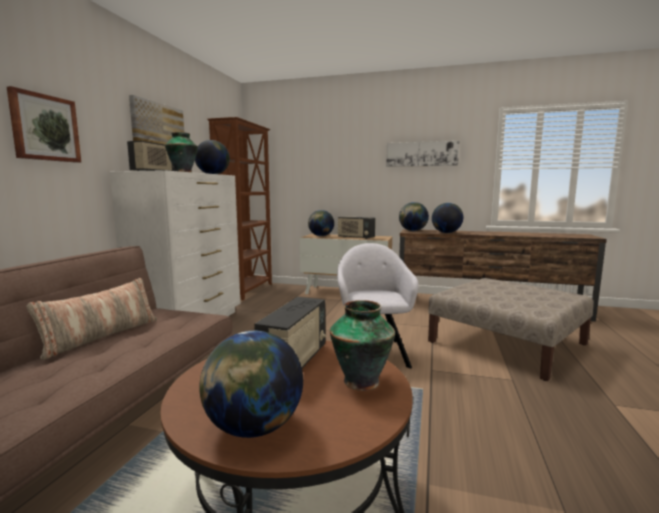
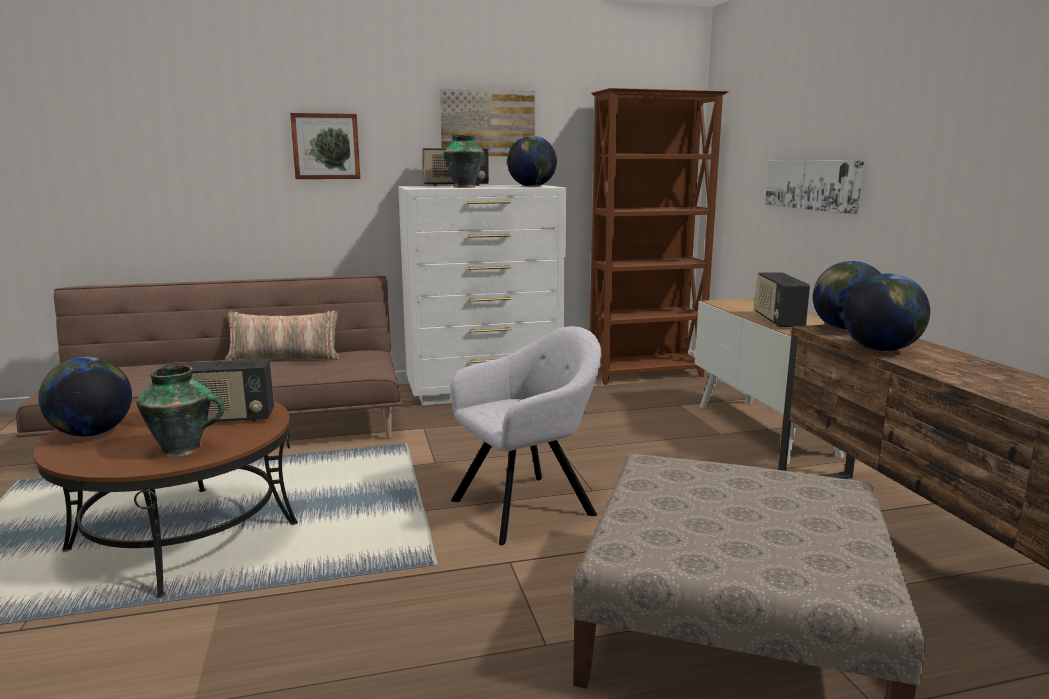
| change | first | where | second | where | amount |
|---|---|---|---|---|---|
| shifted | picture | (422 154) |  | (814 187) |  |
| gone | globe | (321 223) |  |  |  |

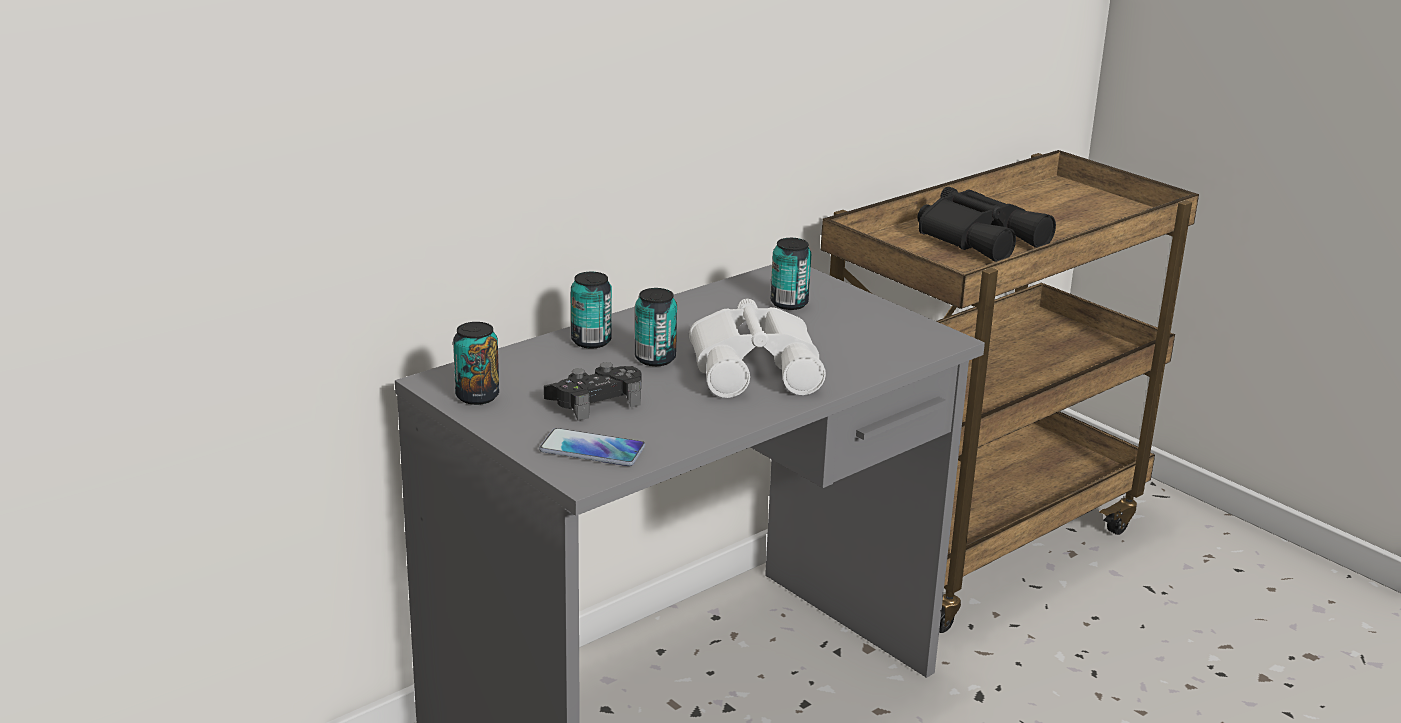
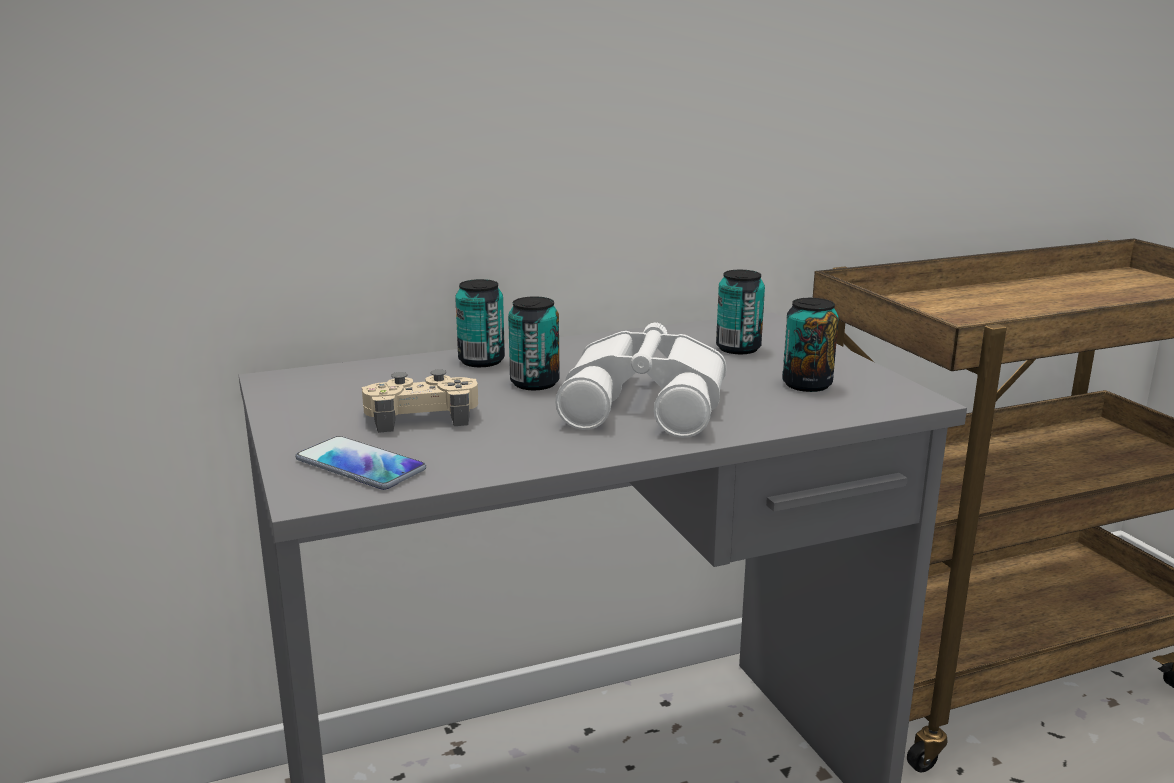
| change | first | where | second | where | amount |
|---|---|---|---|---|---|
| repainted | black game controller | (592 391) | beige game controller | (420 401) |  |
| shifted | can | (476 363) |  | (810 345) |  |
| gone | black binoculars | (986 224) |  |  |  |

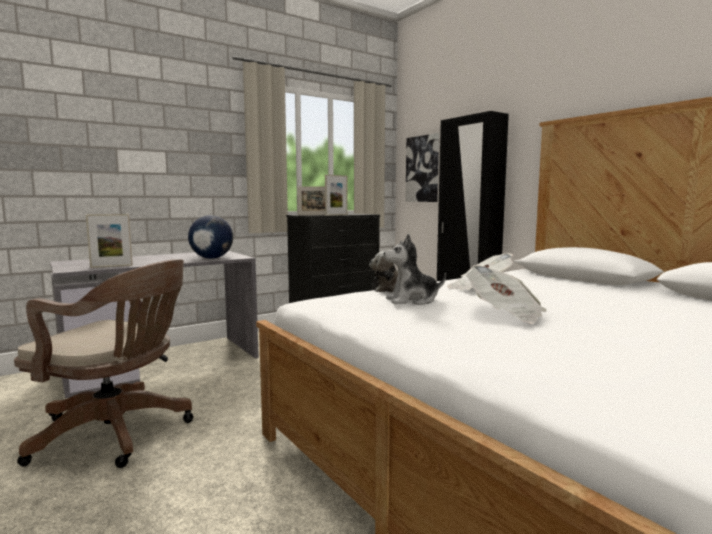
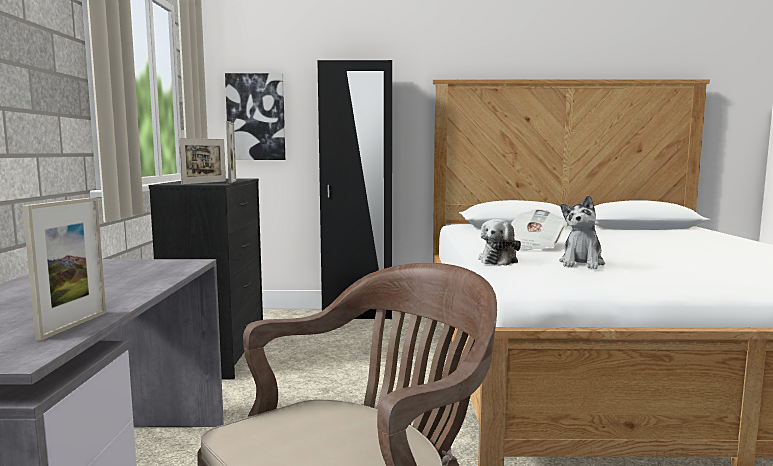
| change | first | where | second | where | amount |
|---|---|---|---|---|---|
| gone | globe | (210 237) |  |  |  |
| gone | newspaper | (506 294) |  |  |  |

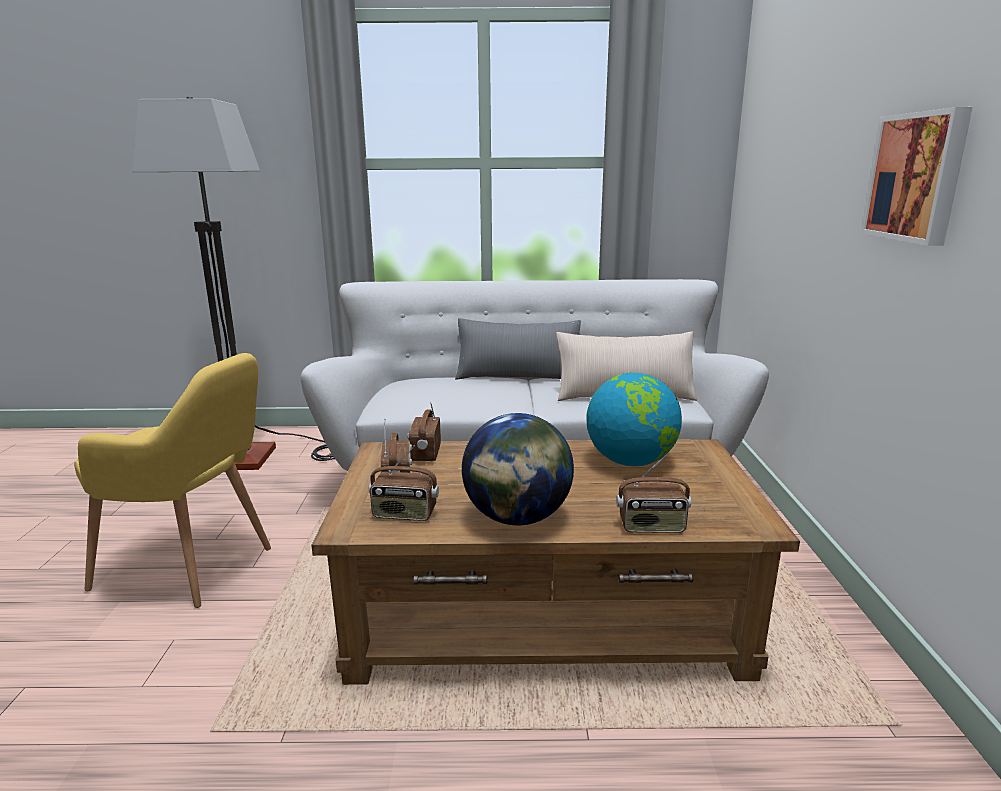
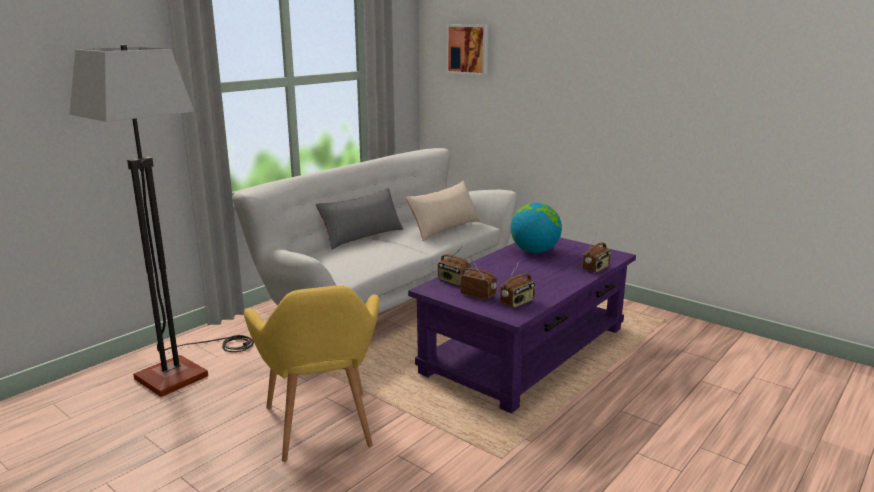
| change | first | where | second | where | amount |
|---|---|---|---|---|---|
| rotated | yellow armchair | (172 480) |  | (311 374) | 105 degrees clockwise |
| repainted | brown coffee table | (555 562) | purple coffee table | (522 325) |  |
| shifted | picture | (917 176) |  | (467 50) |  |
| gone | globe | (518 469) |  |  |  |

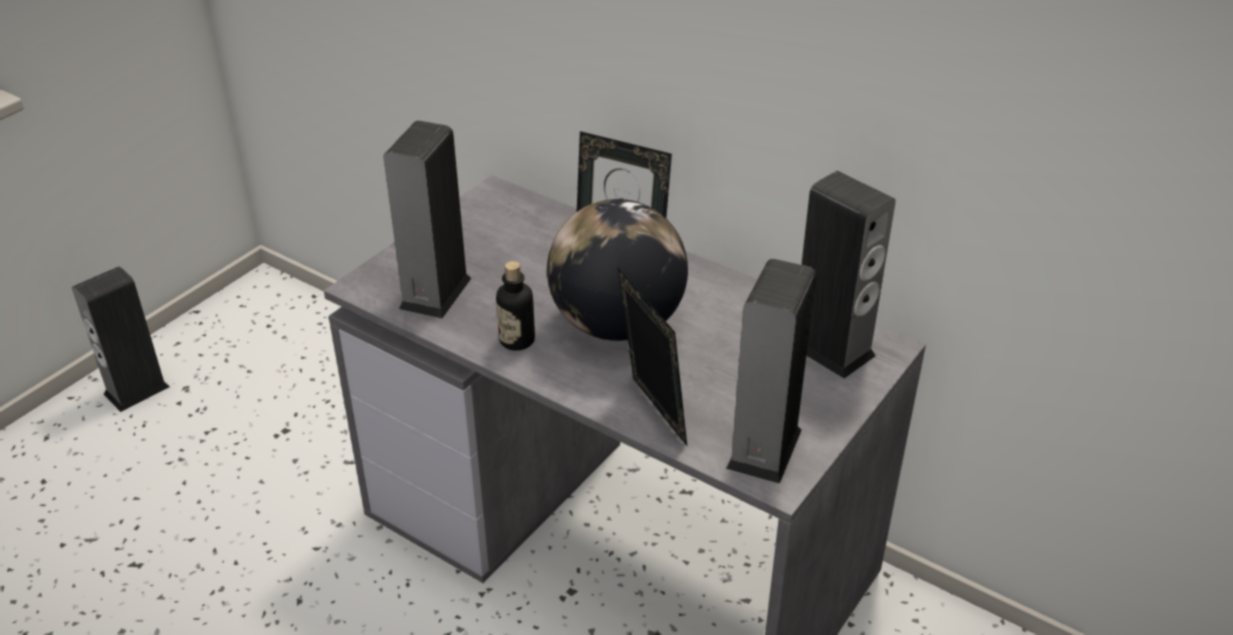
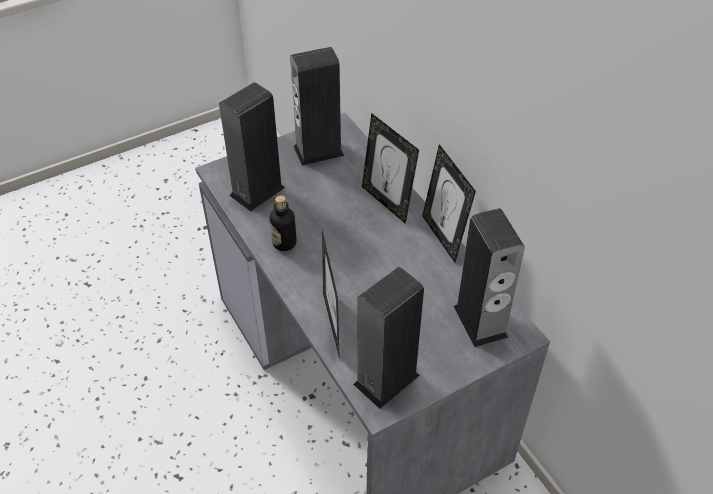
| change | first | where | second | where | amount |
|---|---|---|---|---|---|
| shifted | speaker | (121 339) |  | (317 106) |  |
| new |  |  | picture frame | (449 203) |  |
| gone | globe | (617 270) |  |  |  |

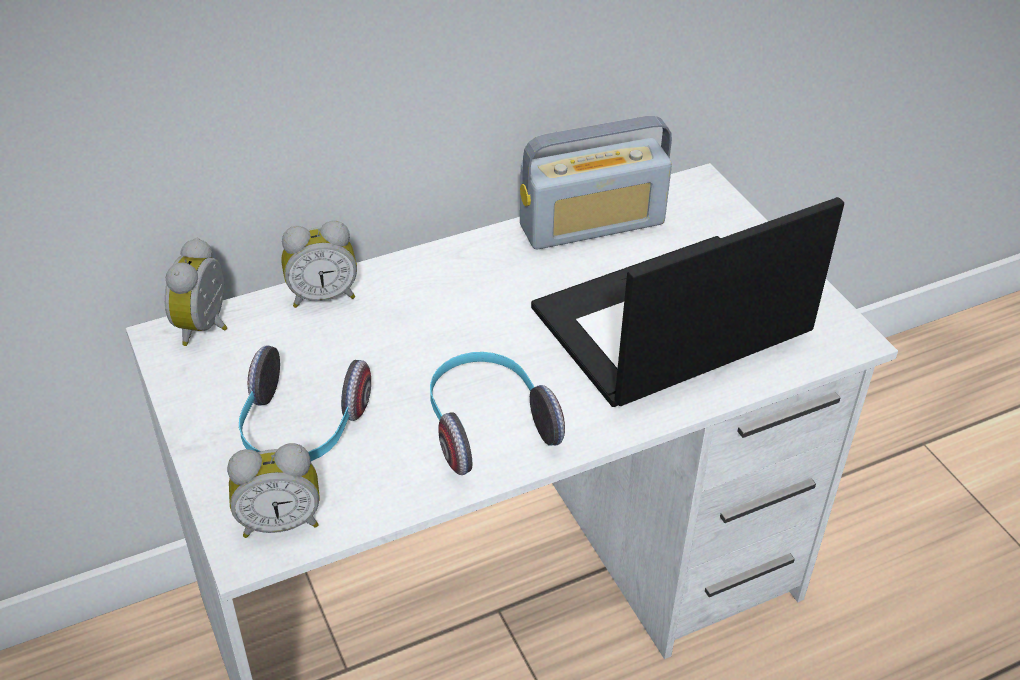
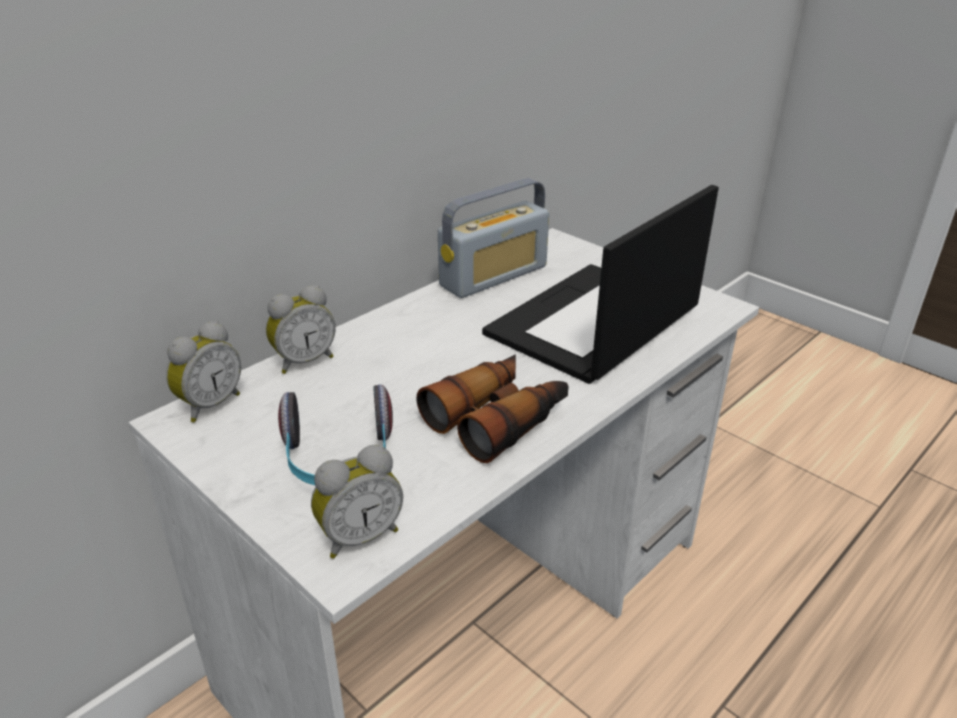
| change | first | where | second | where | amount |
|---|---|---|---|---|---|
| rotated | alarm clock | (196 292) |  | (203 371) | 135 degrees counterclockwise |
| swapped | headphones | (497 413) | binoculars | (492 408) |  |

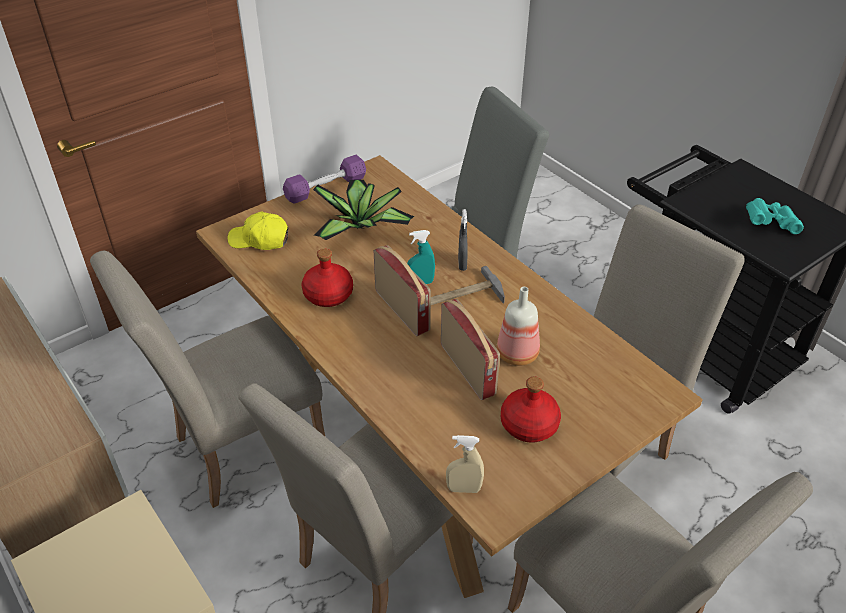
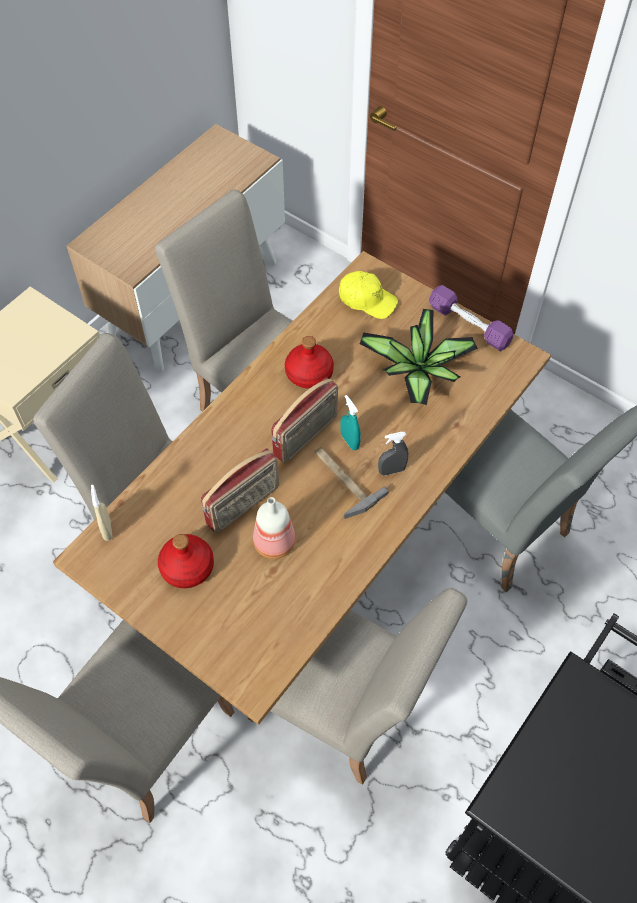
| change | first | where | second | where | amount |
|---|---|---|---|---|---|
| rotated | yellow cap | (258 231) |  | (368 295) | 120 degrees clockwise |
| gone | turquoise binoculars | (775 216) |  |  |  |

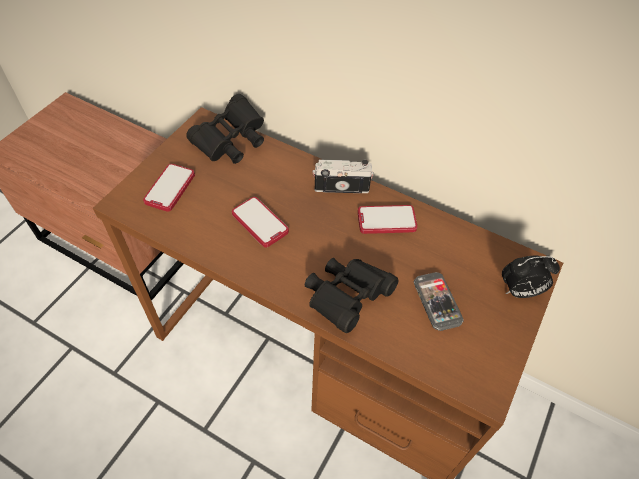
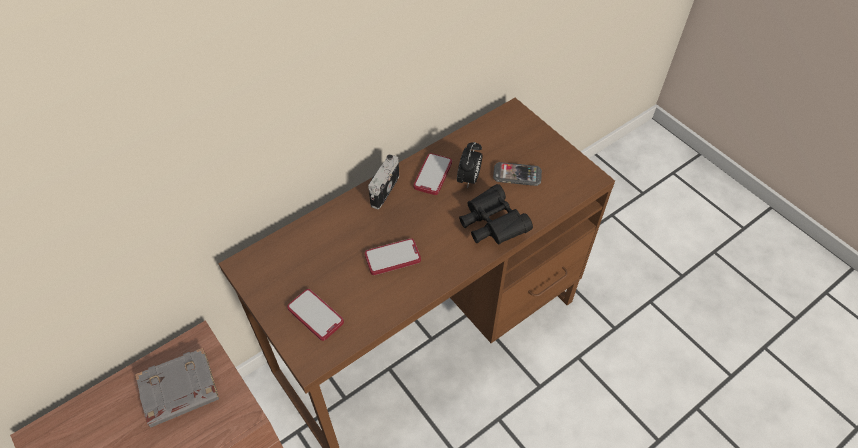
| change | first | where | second | where | amount |
|---|---|---|---|---|---|
| new |  |  | grey book | (177 388) |  |
| shifted | alarm clock | (531 277) |  | (469 165) |  |
| gone | black binoculars | (225 129) |  |  |  |

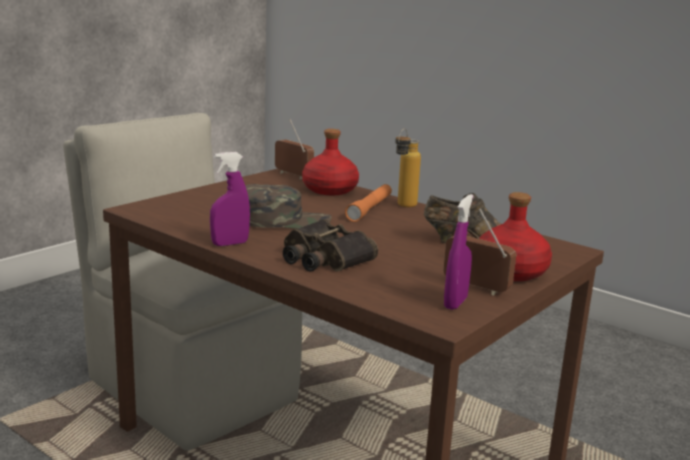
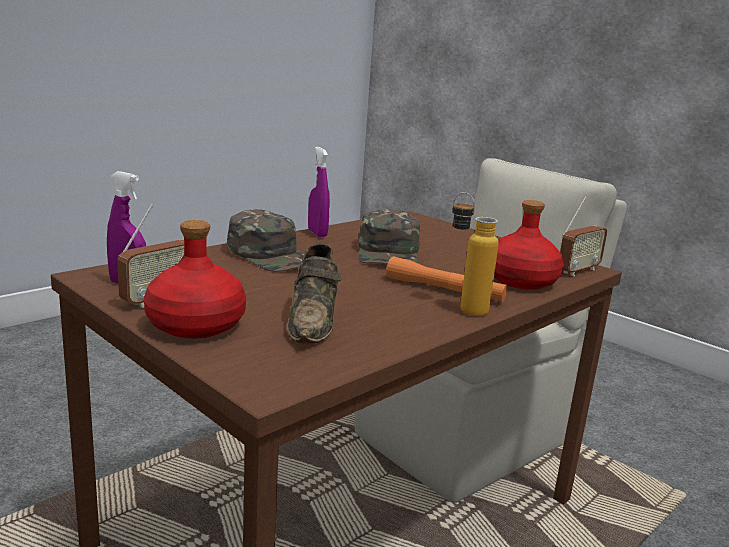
| change | first | where | second | where | amount |
|---|---|---|---|---|---|
| swapped | binoculars | (330 245) | green cap | (265 240) |  |

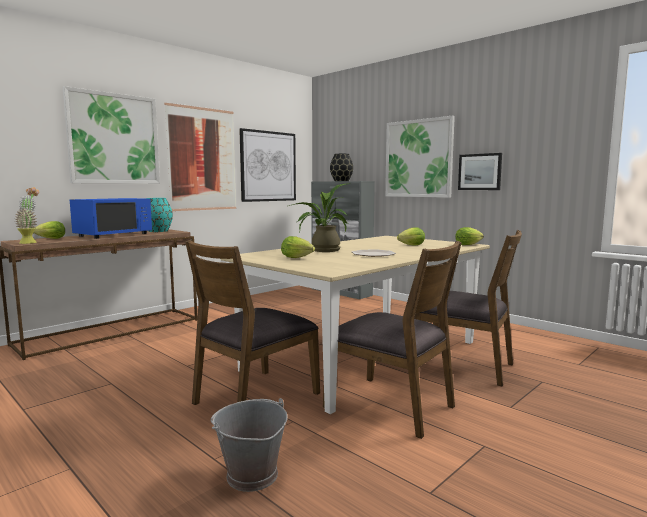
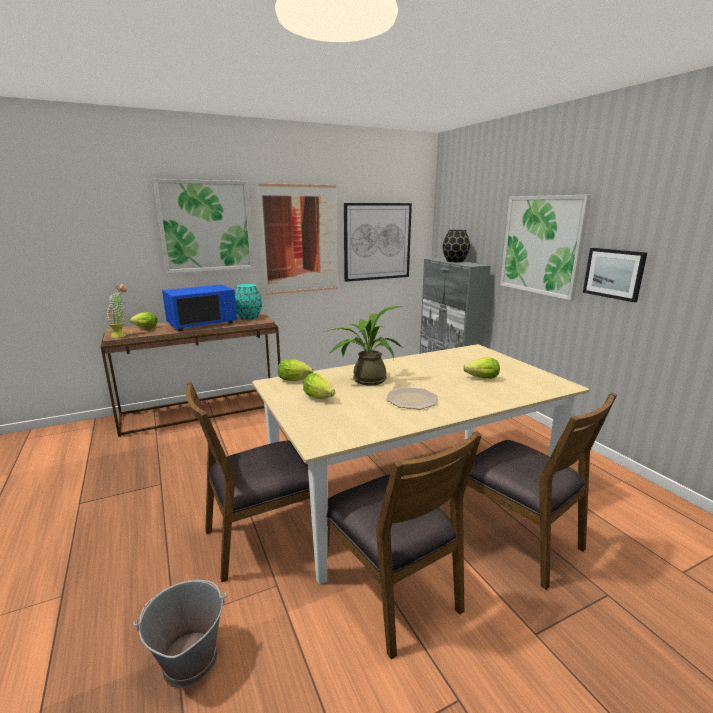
| change | first | where | second | where | amount |
|---|---|---|---|---|---|
| shifted | lettuce | (469 236) |  | (295 370) |  |

